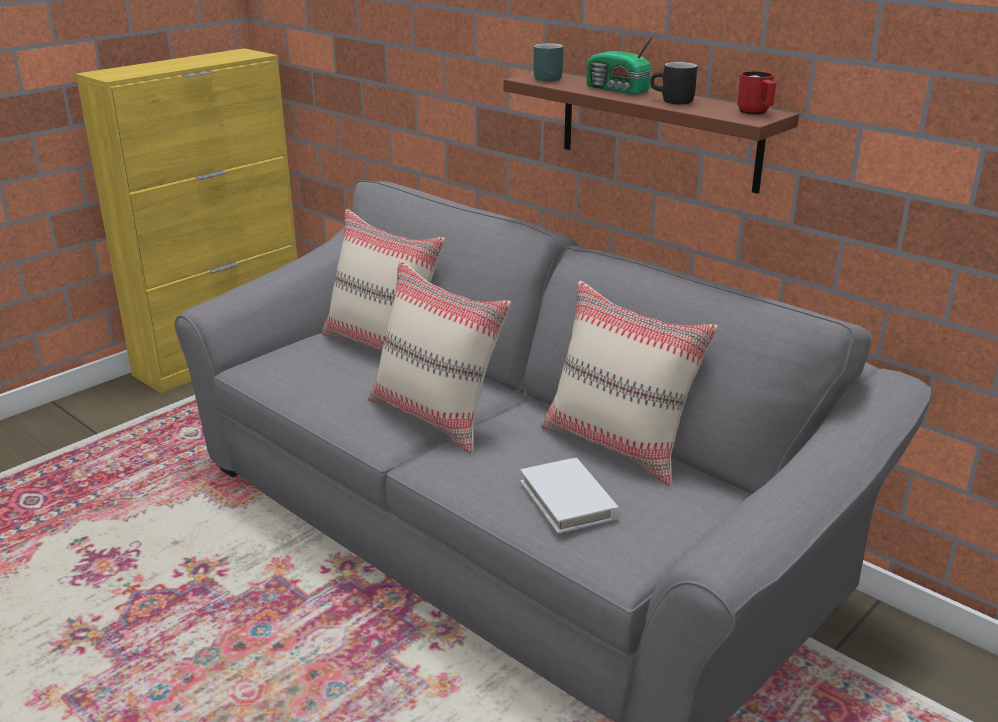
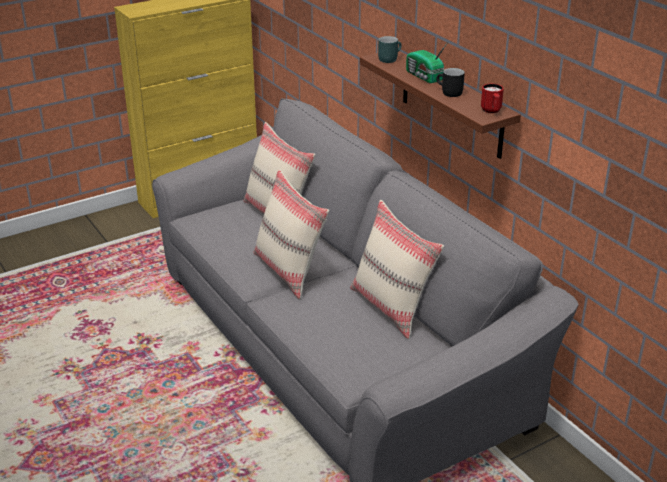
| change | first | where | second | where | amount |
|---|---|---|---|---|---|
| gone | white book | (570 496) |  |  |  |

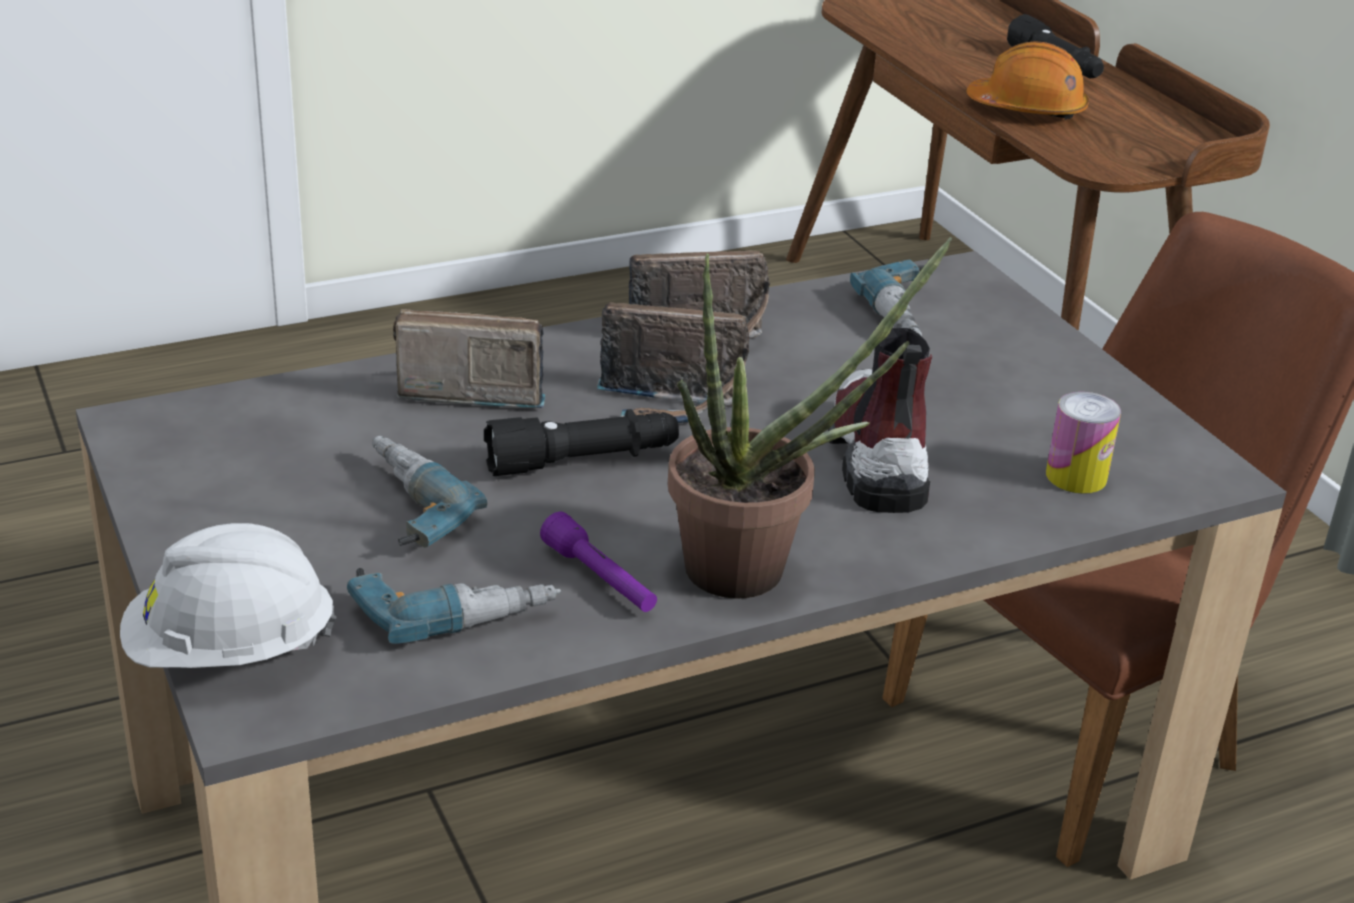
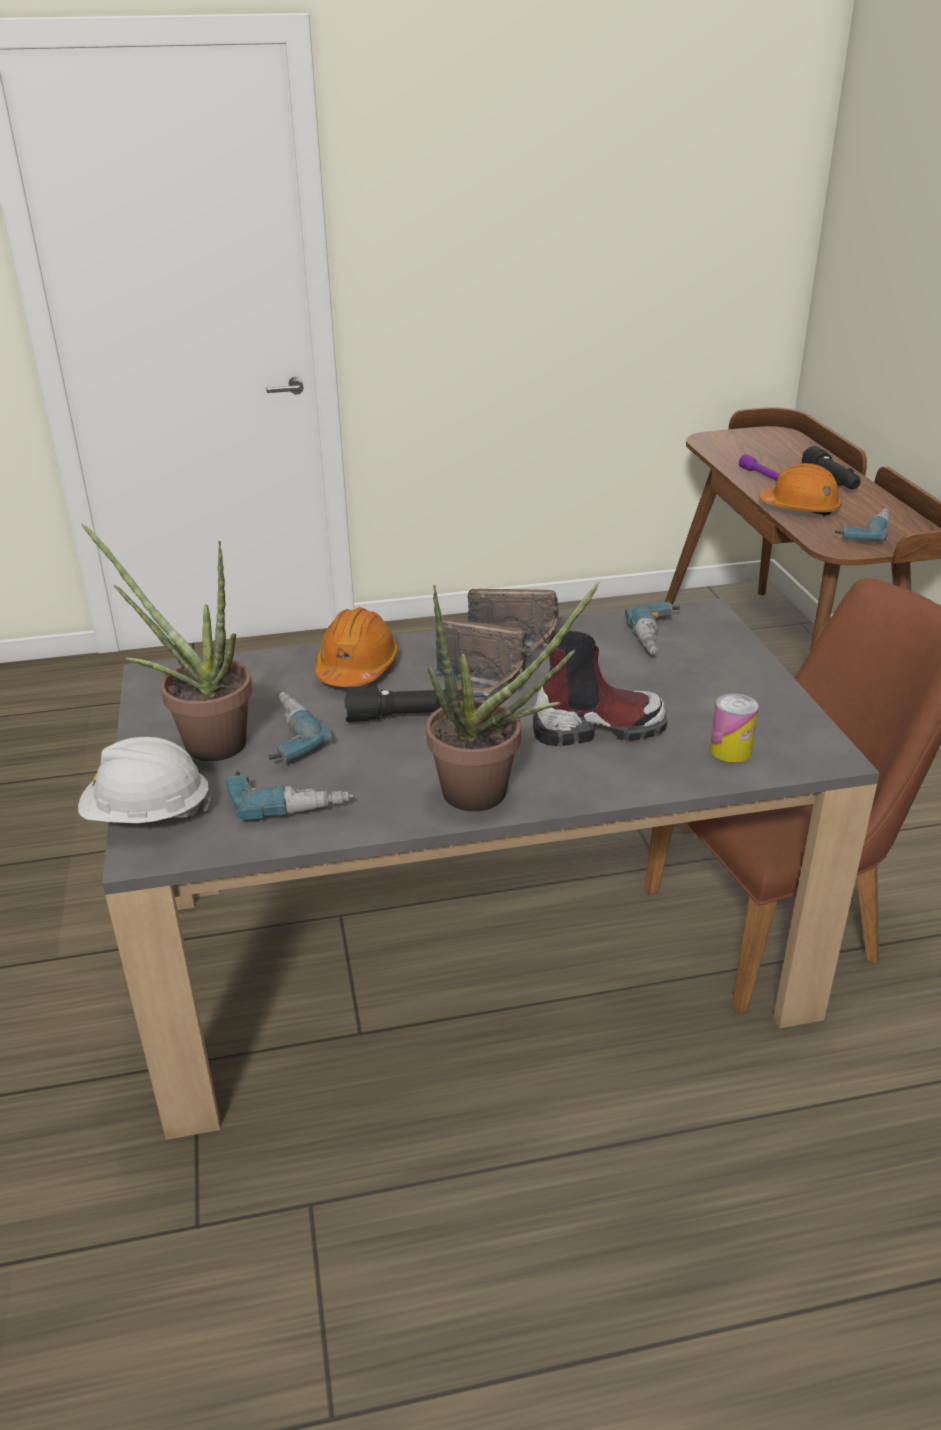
| change | first | where | second | where | amount |
|---|---|---|---|---|---|
| new |  |  | potted plant | (167 642) |  |
| swapped | radio | (469 358) | orange hard hat | (356 647) |  |
| rotated | boot | (880 420) |  | (600 686) | 75 degrees clockwise |
| shifted | purple flashlight | (598 561) |  | (759 467) |  |
| new |  |  | power drill | (862 524) |  |

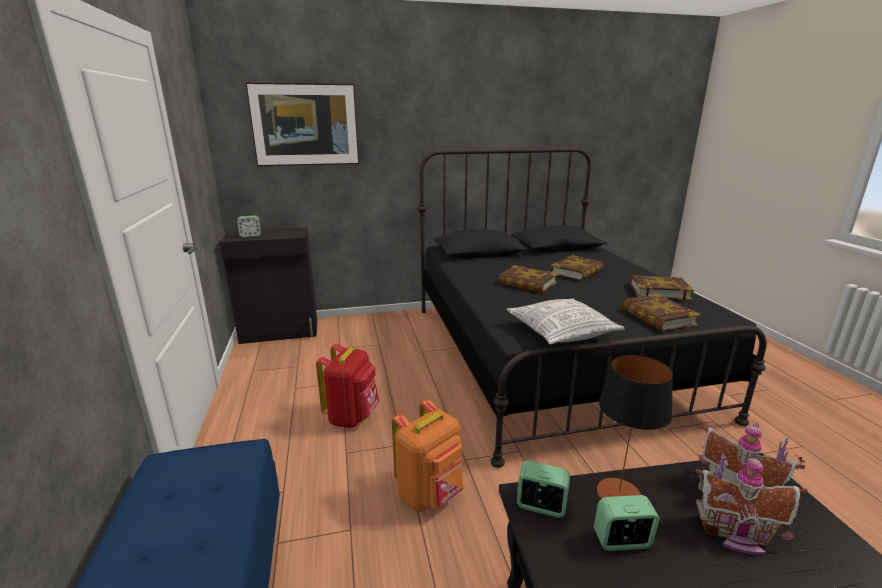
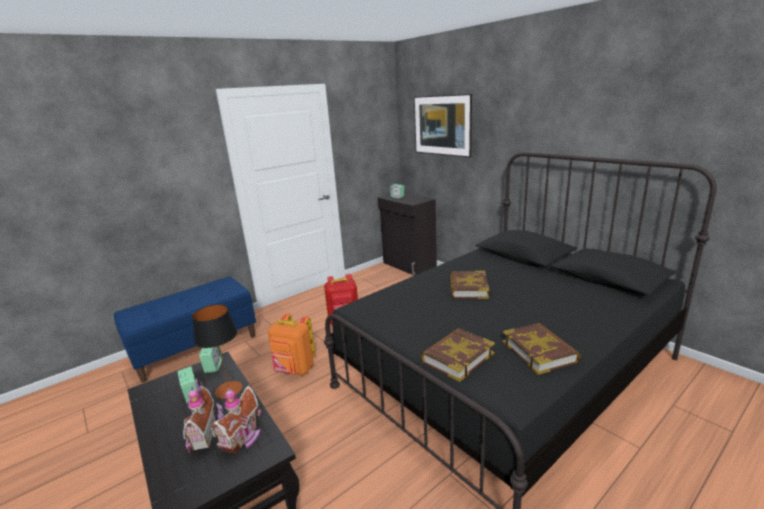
| change | first | where | second | where | amount |
|---|---|---|---|---|---|
| gone | pillow | (565 321) |  |  |  |
| gone | book | (577 268) |  |  |  |

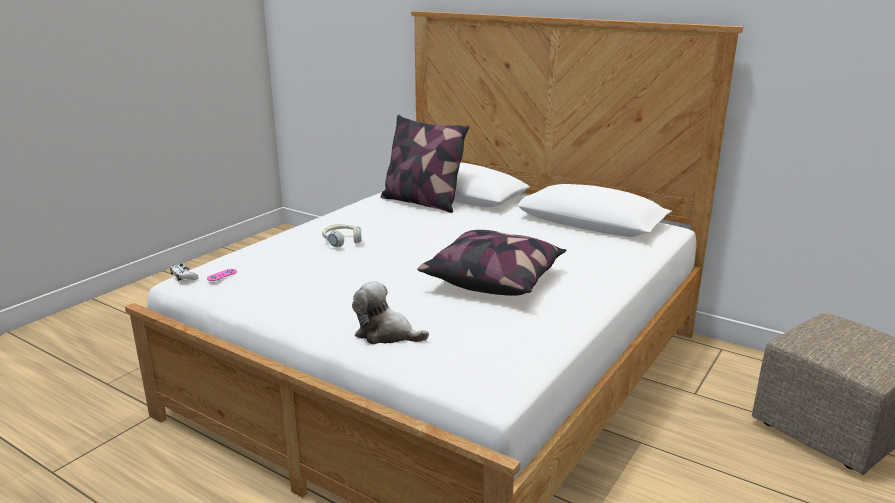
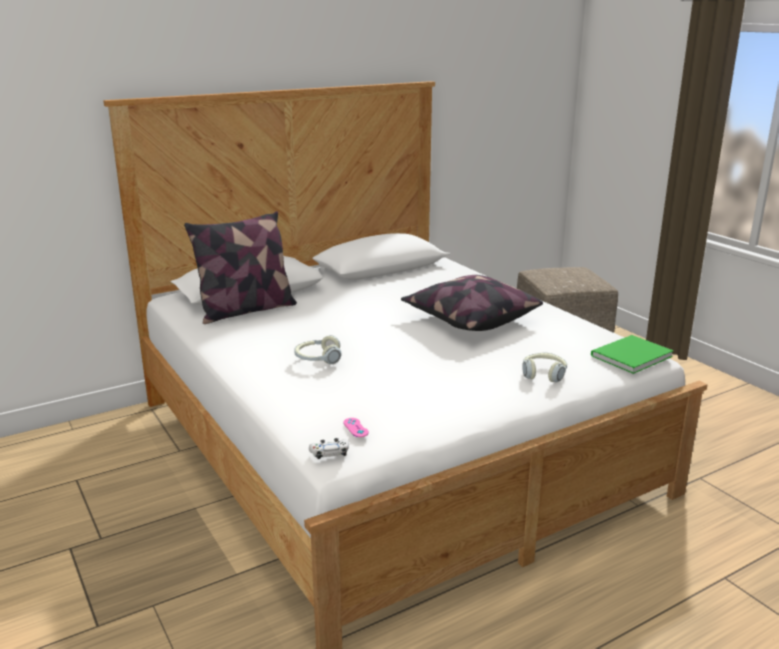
| change | first | where | second | where | amount |
|---|---|---|---|---|---|
| swapped | plush toy | (390 312) | headphones | (544 367) |  |
| new |  |  | green book | (632 354) |  |

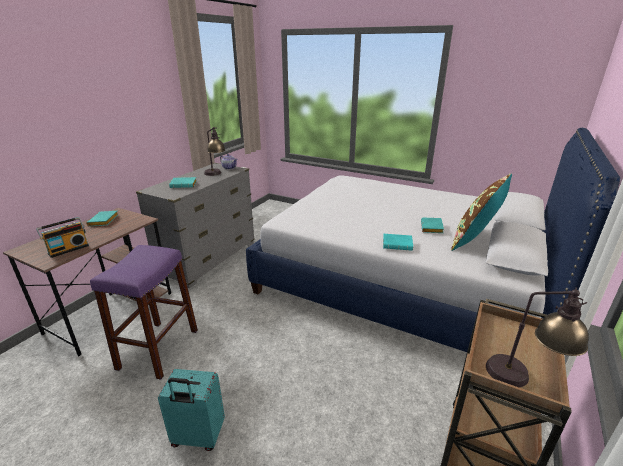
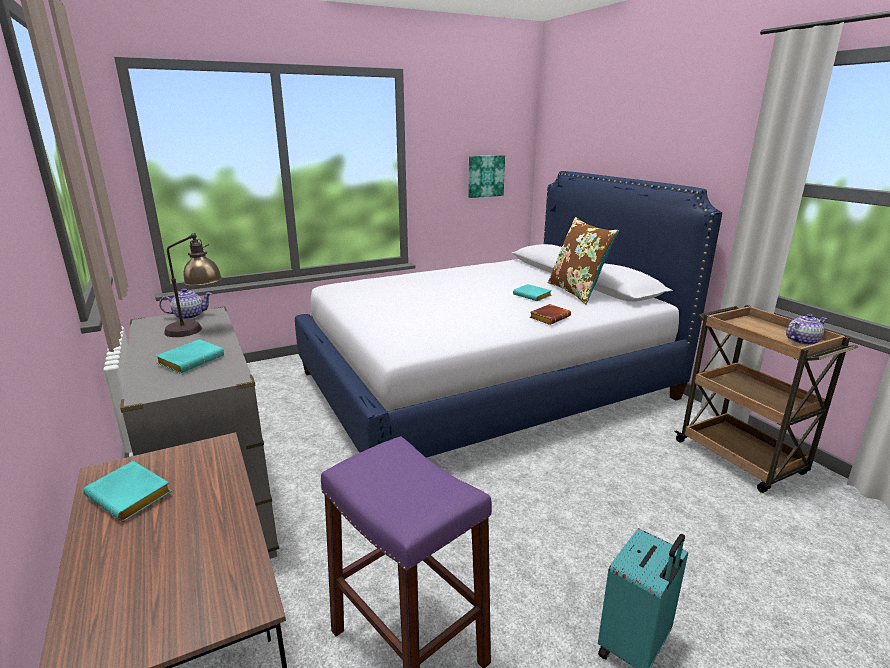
| change | first | where | second | where | amount |
|---|---|---|---|---|---|
| new |  |  | picture | (486 176) |  |
| repainted | turquoise book | (398 242) | brown book | (550 314) |  |
| swapped | table lamp | (537 337) | teapot | (806 329) |  |
| gone | radio | (62 237) |  |  |  |

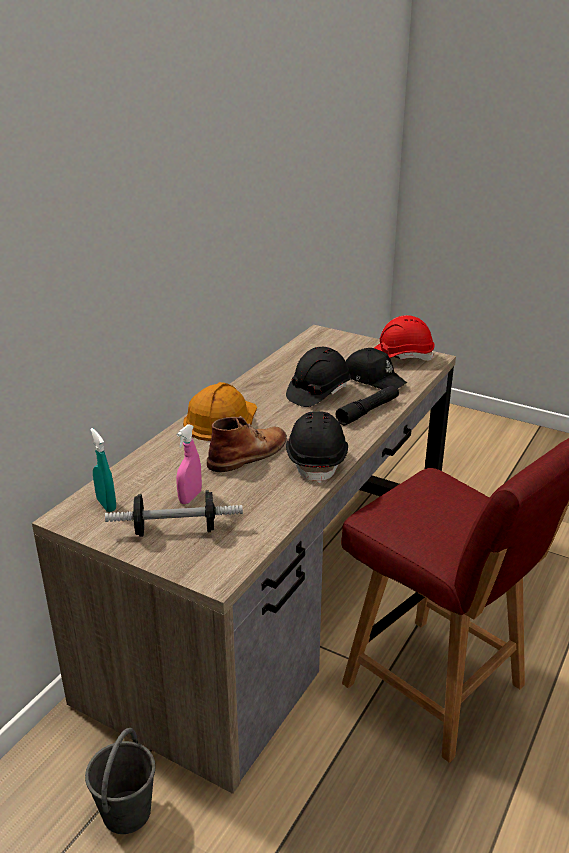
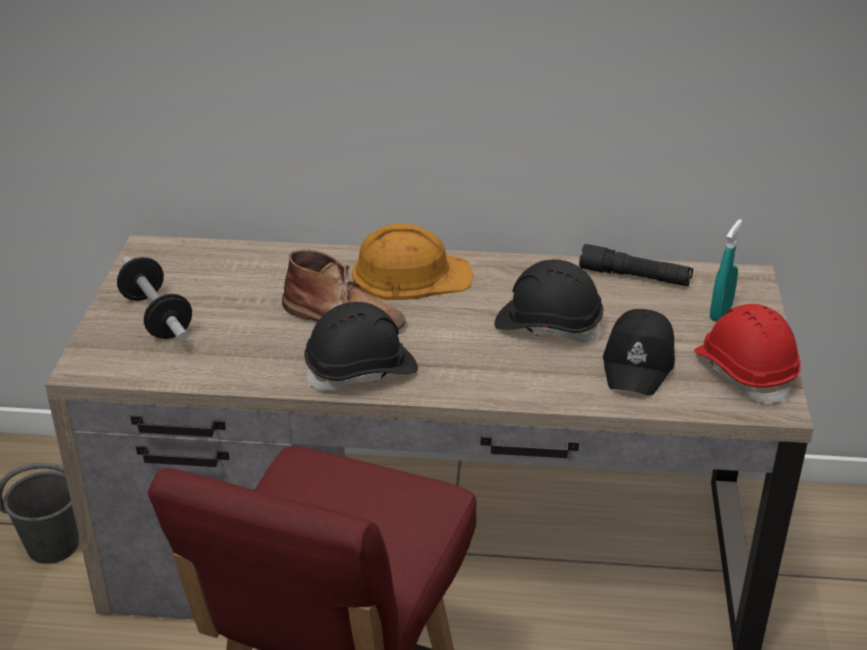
| change | first | where | second | where | amount |
|---|---|---|---|---|---|
| shifted | black flashlight | (367 406) |  | (636 265) |  |
| shifted | turquoise spray bottle | (103 470) |  | (726 270) |  |
| gone | pink spray bottle | (189 464) |  |  |  |

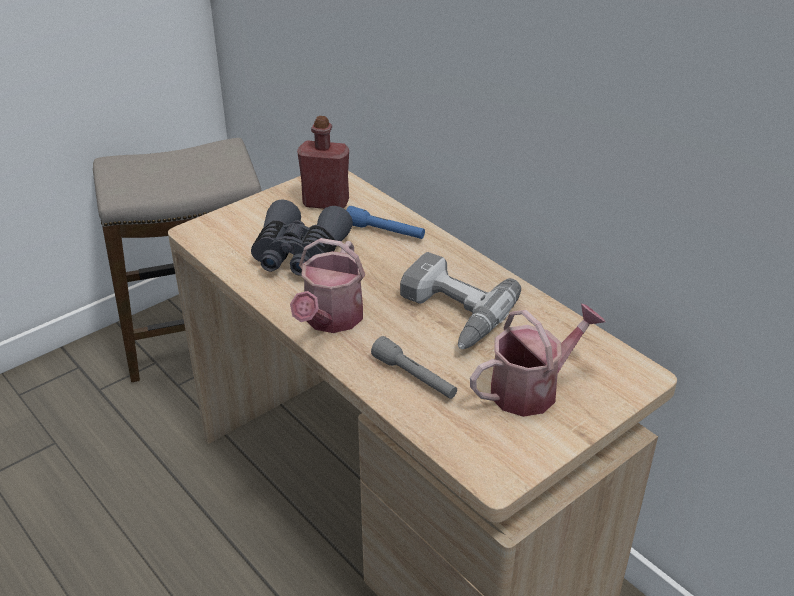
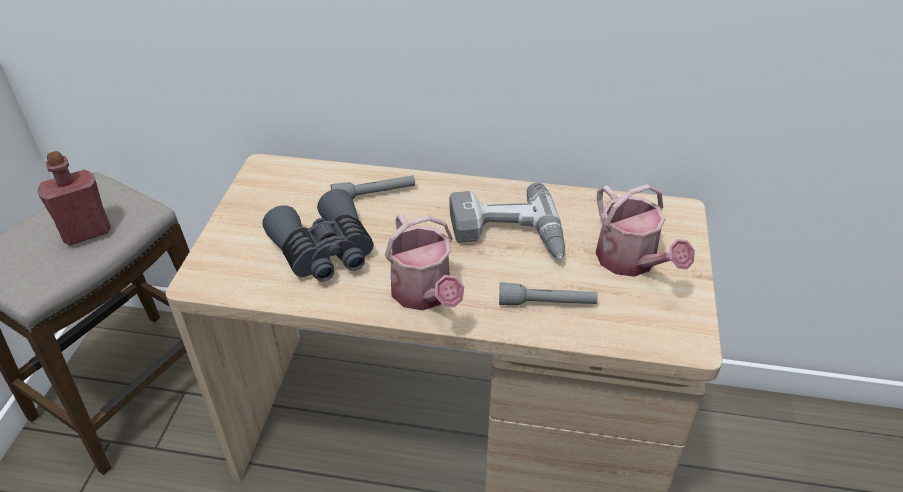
| change | first | where | second | where | amount |
|---|---|---|---|---|---|
| shifted | red bottle | (323 162) |  | (74 198) |  |
| repainted | blue flashlight | (385 222) | grey flashlight | (373 187) |  |
| rotated | watering can | (538 360) |  | (645 230) | 135 degrees clockwise |

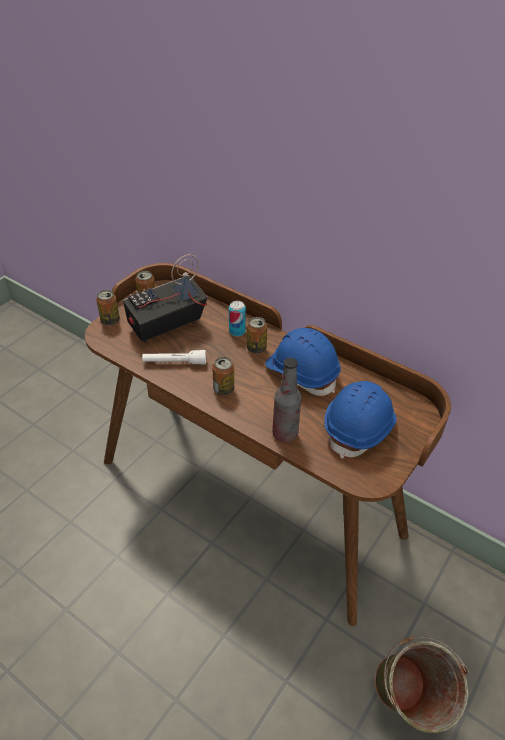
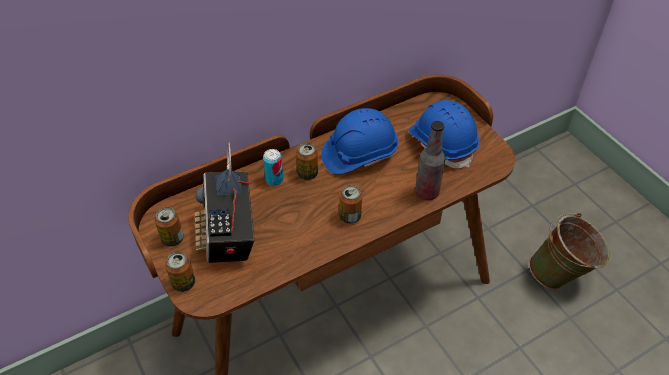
| change | first | where | second | where | amount |
|---|---|---|---|---|---|
| gone | white flashlight | (174 357) |  |  |  |

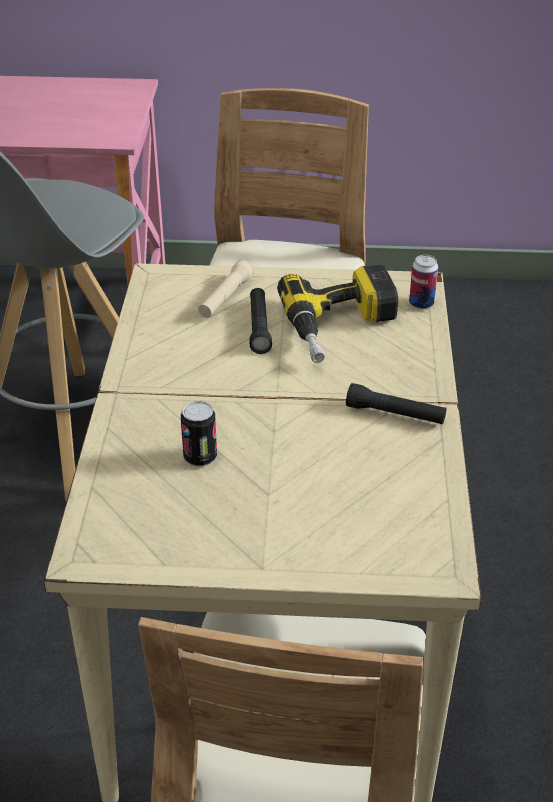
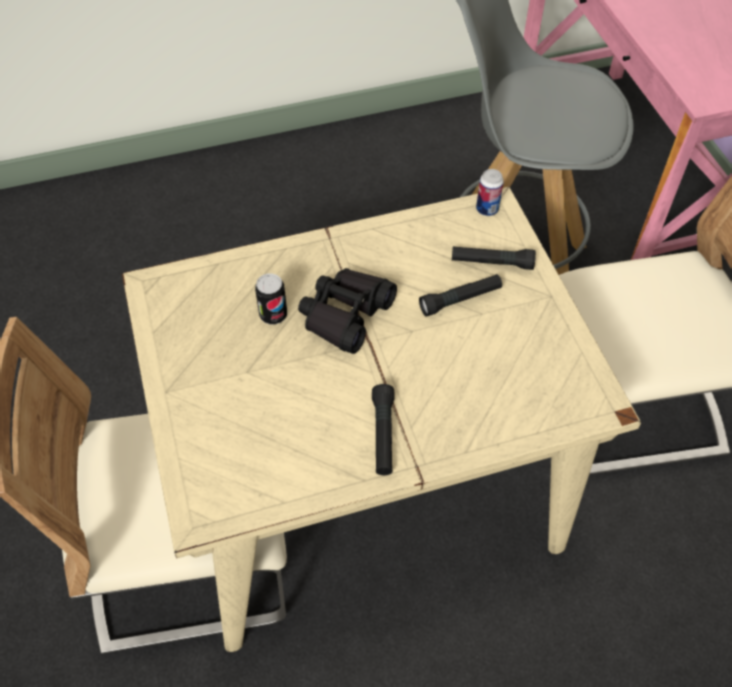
| change | first | where | second | where | amount |
|---|---|---|---|---|---|
| new |  |  | black binoculars | (347 311) |  |
| repainted | beige flashlight | (226 289) | black flashlight | (494 258) |  |
| shifted | can | (423 282) |  | (490 192) |  |
| gone | power drill | (337 314) |  |  |  |

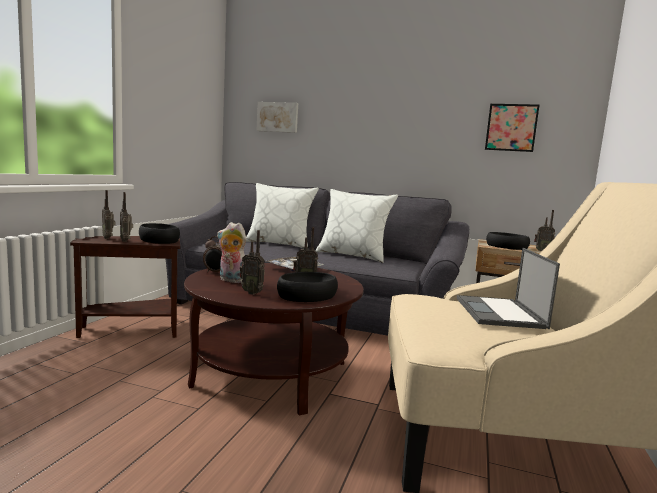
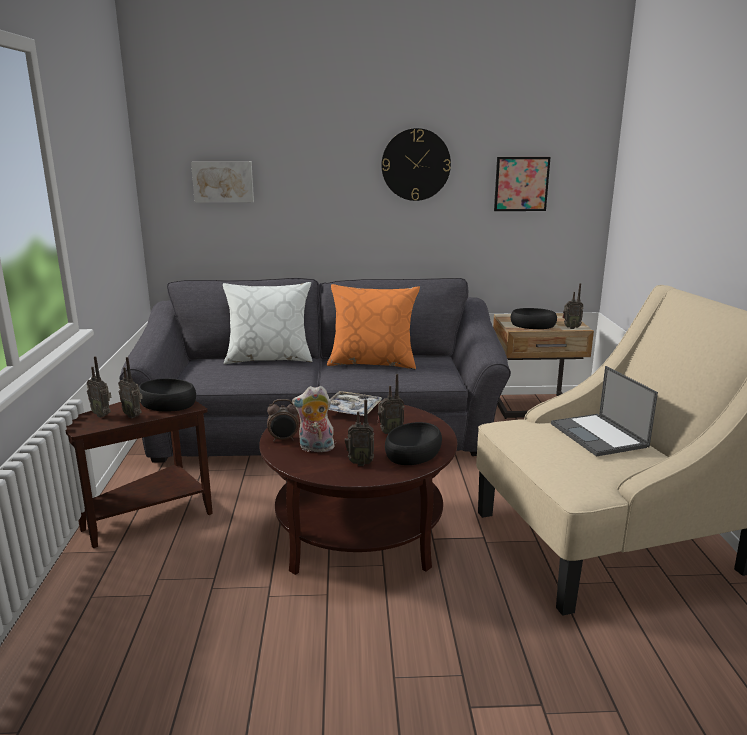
| change | first | where | second | where | amount |
|---|---|---|---|---|---|
| repainted | white pillow | (356 226) | orange pillow | (373 327) |  |
| new |  |  | wall clock | (416 164) |  |

